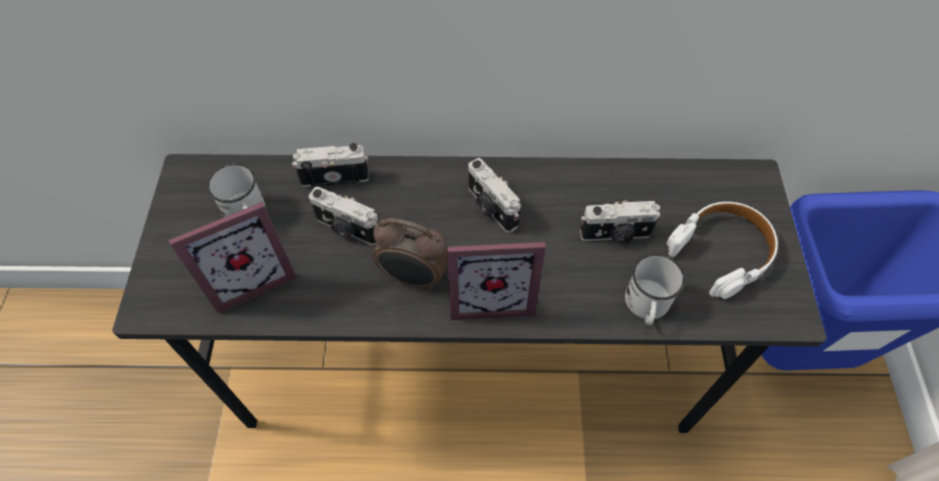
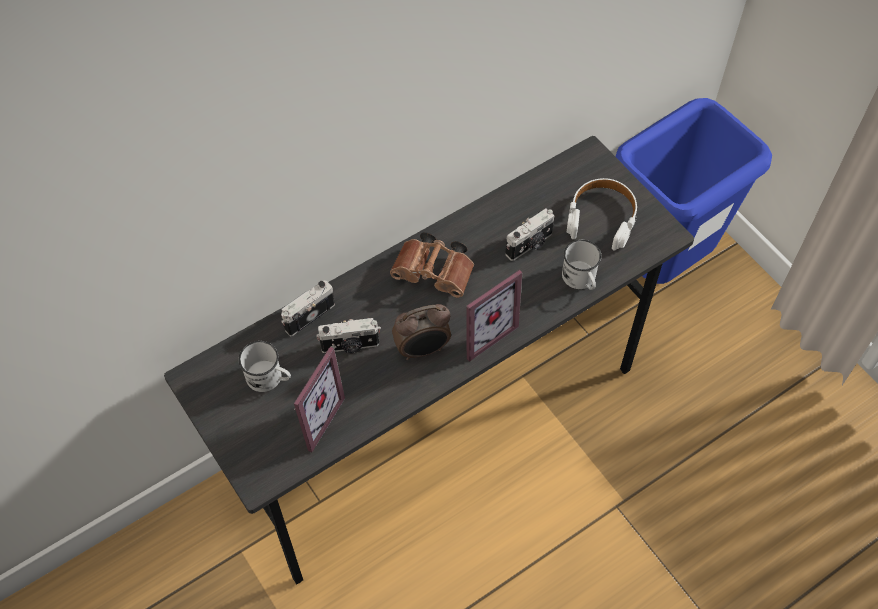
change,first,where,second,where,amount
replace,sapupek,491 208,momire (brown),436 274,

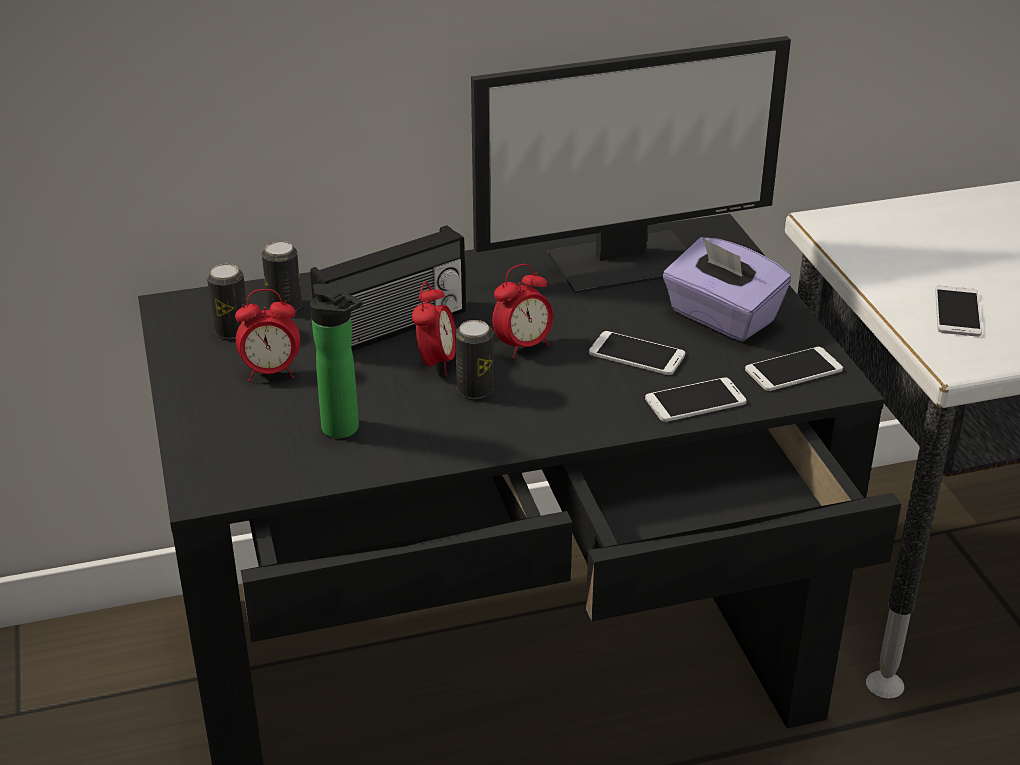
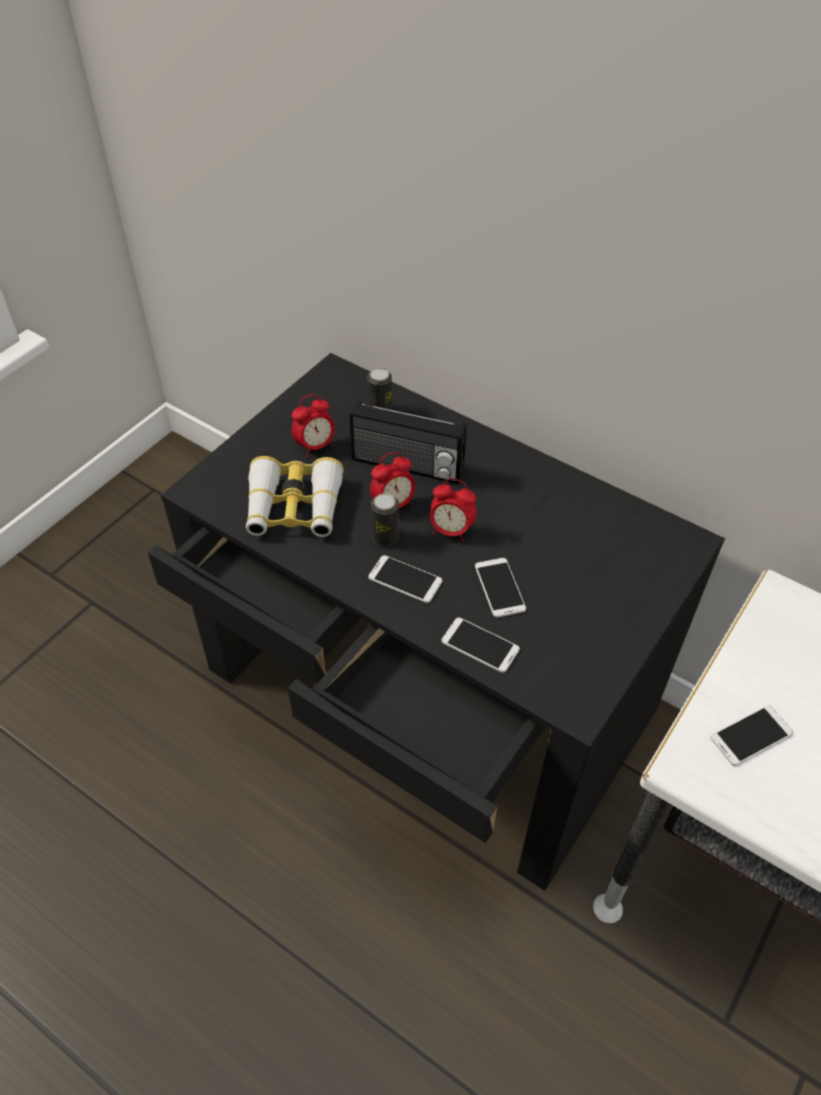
change,first,where,second,where,amount
replace,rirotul,344 430,momire,294 508,
rotate,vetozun,271 372,,315 446,75 degrees counterclockwise
move,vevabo,793 370,,405 579,
delete,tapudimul,232 330,,,
delete,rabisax,625 260,,,
delete,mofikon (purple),721 317,,,

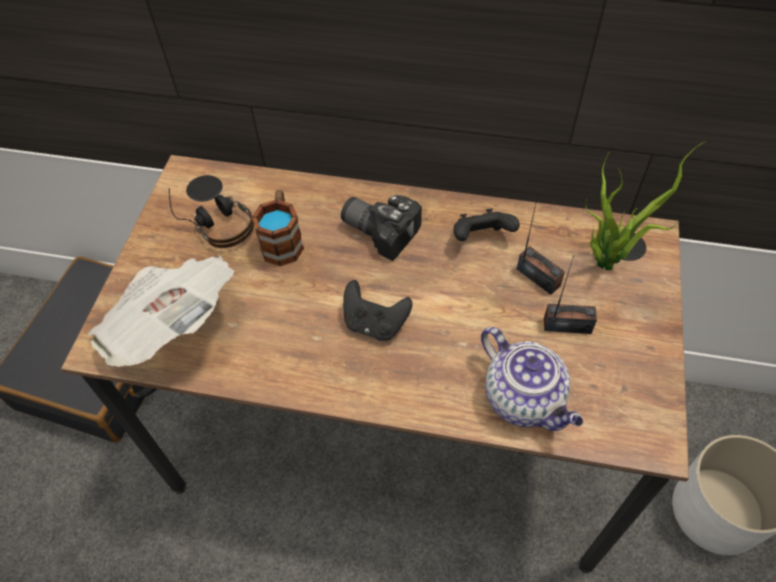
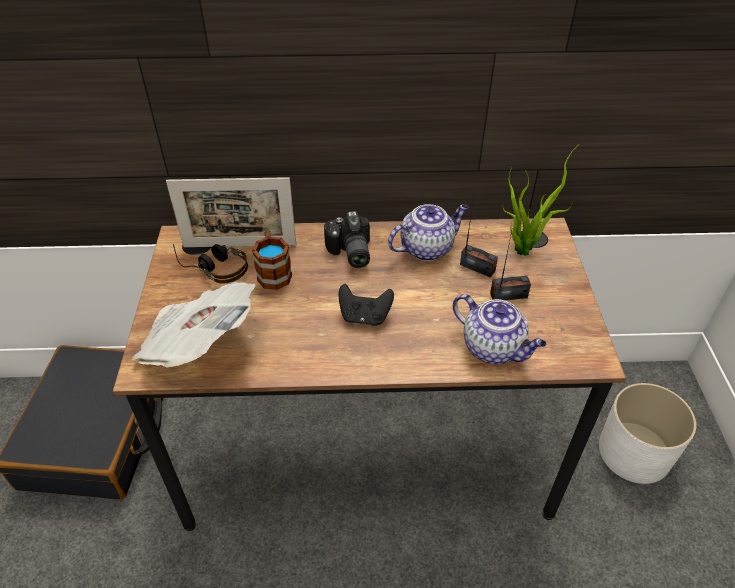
change,first,where,second,where,amount
insert,,,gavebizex,240 245,
rotate,sapupek,381 229,,349 253,120 degrees counterclockwise
replace,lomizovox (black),481 238,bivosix,427 248,

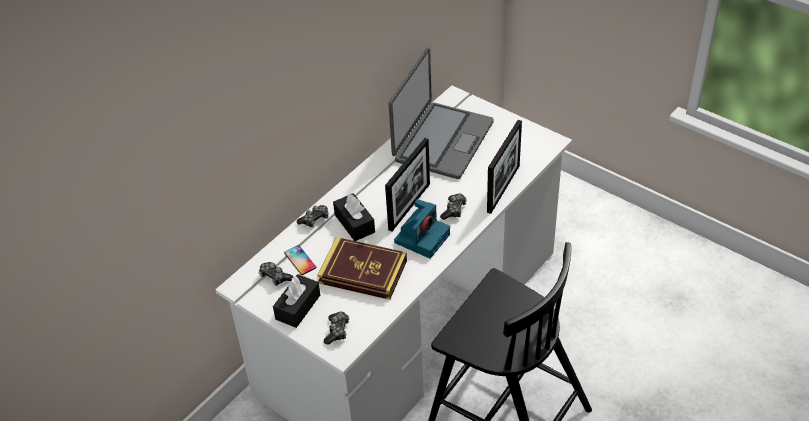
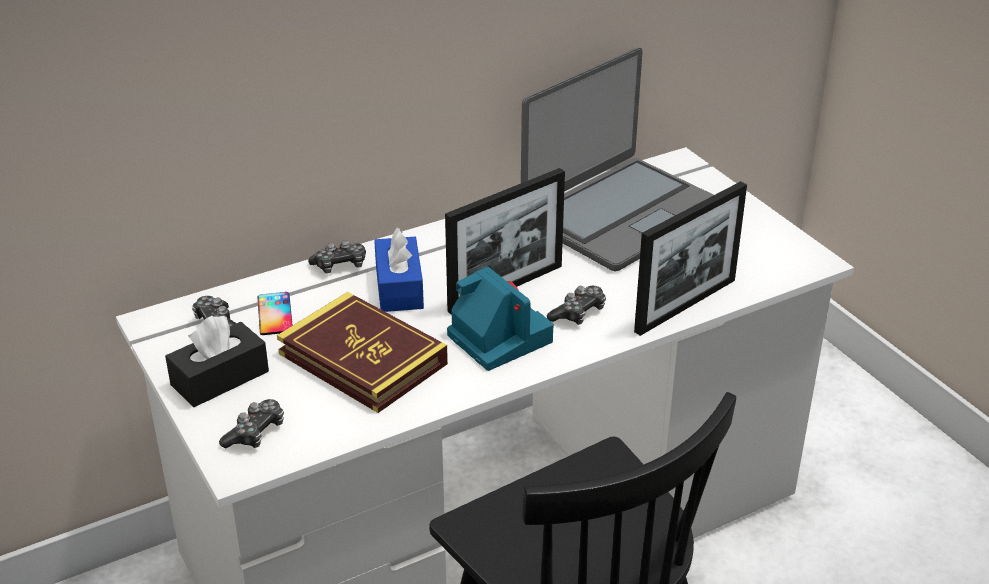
change,first,where,second,where,amount
recolor,mofikon (black),354 223,mofikon (blue),399 287,
rotate,sapupek,422 237,,497 337,90 degrees counterclockwise

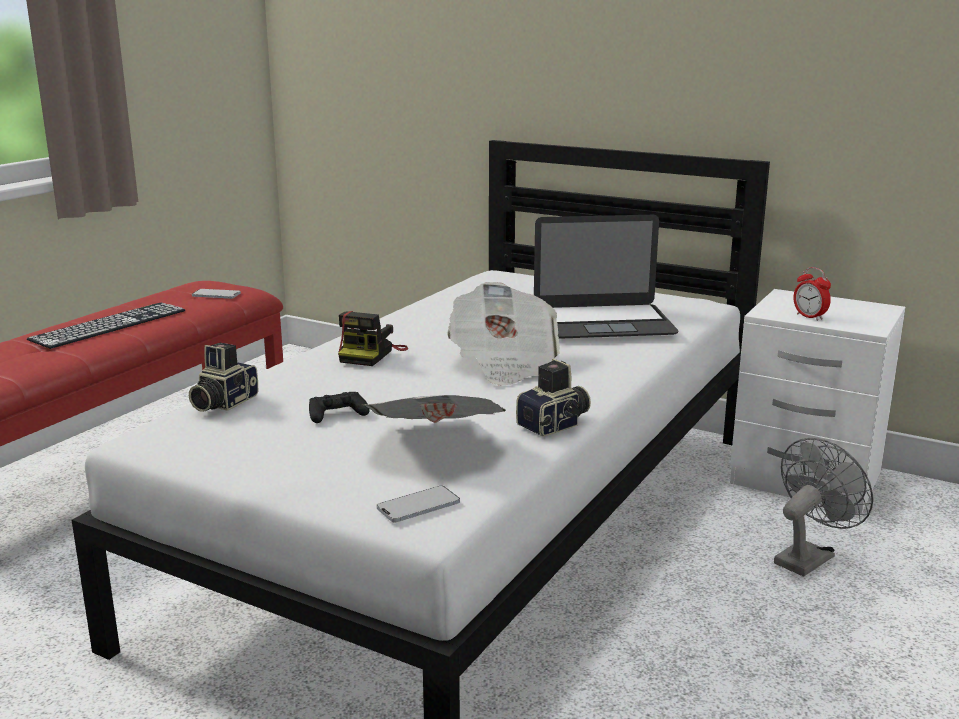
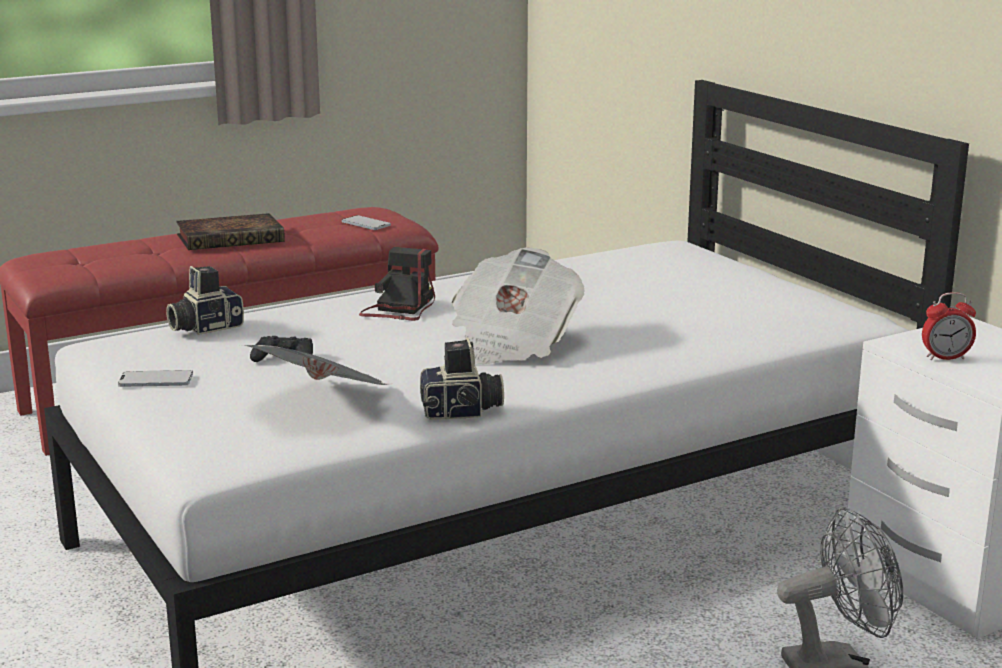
change,first,where,second,where,amount
move,vevabo,418 506,,156 380,
replace,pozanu,109 325,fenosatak,233 238,
rotate,sapupek,371 354,,400 308,150 degrees clockwise
rotate,vetozun,809 317,,945 358,90 degrees counterclockwise
delete,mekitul,603 322,,,

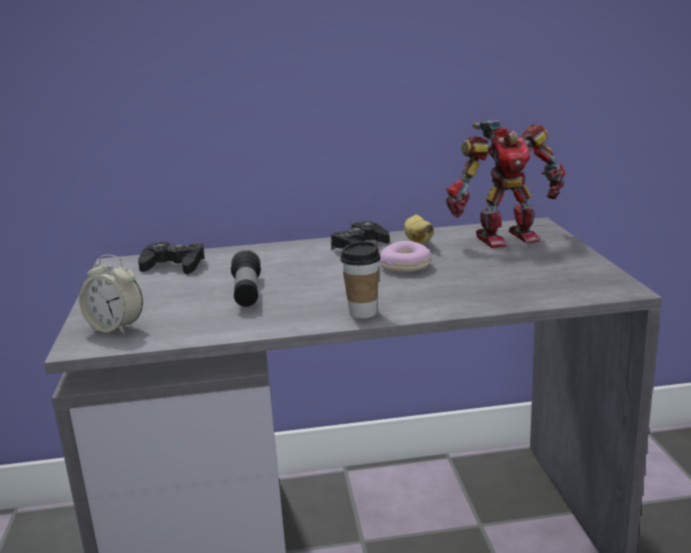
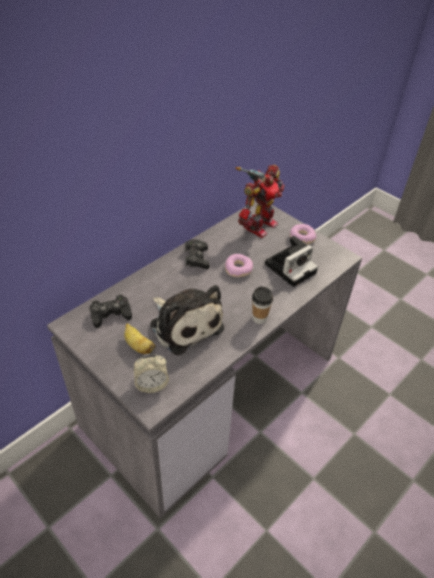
change,first,where,second,where,amount
move,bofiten,418 241,,138 346,
replace,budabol,247 292,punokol,184 324,
insert,,,sapupek,291 267,
insert,,,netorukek,301 238,

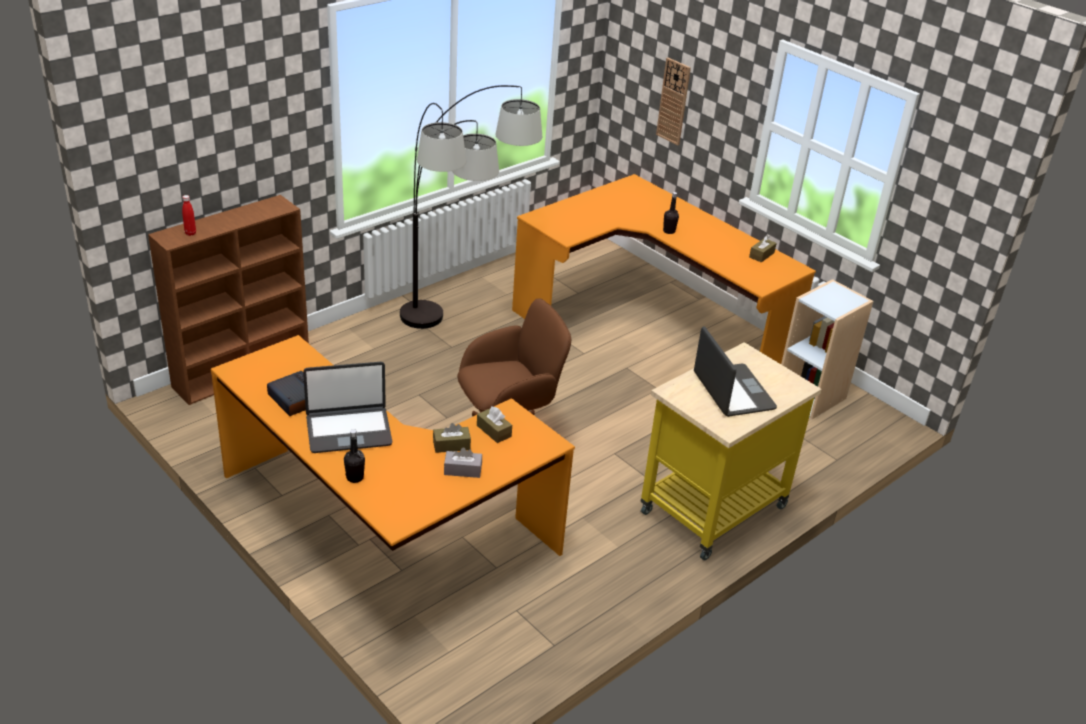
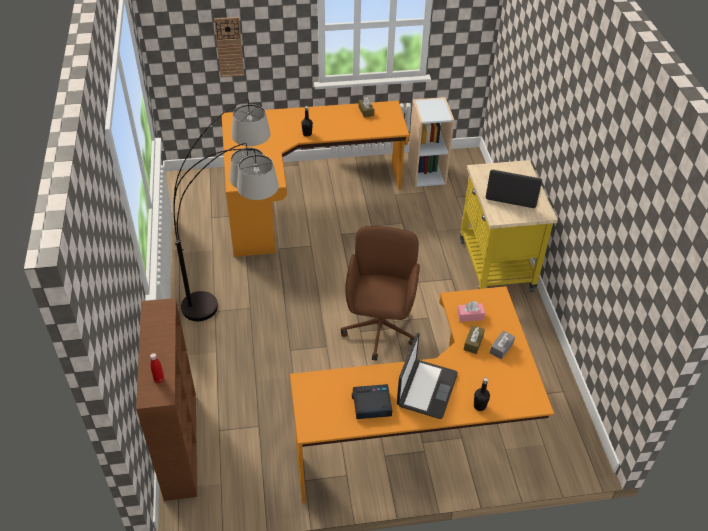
change,first,where,second,where,amount
recolor,mofikon (brown),494 431,mofikon (pink),470 316,

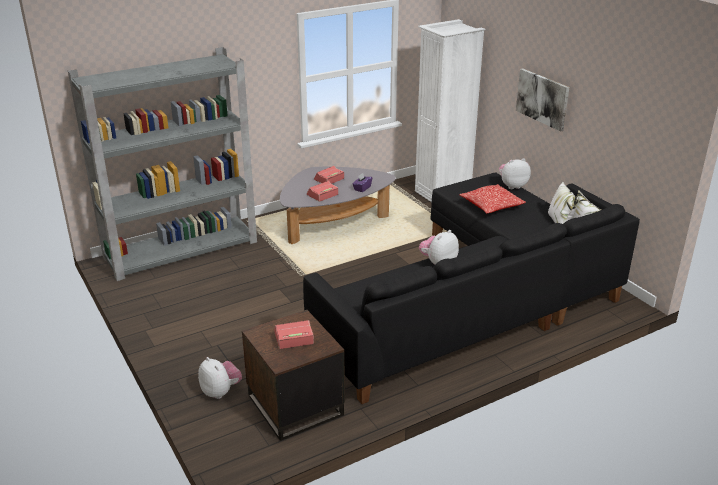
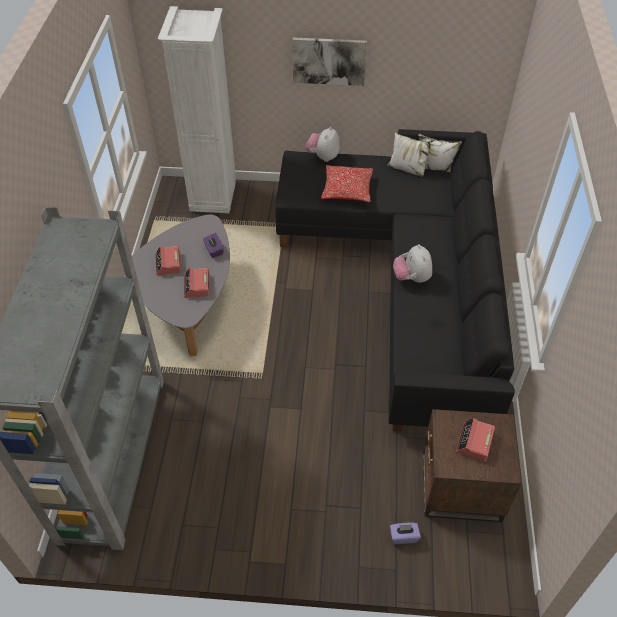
change,first,where,second,where,amount
replace,punokol,221 391,mofikon (purple),403 536,

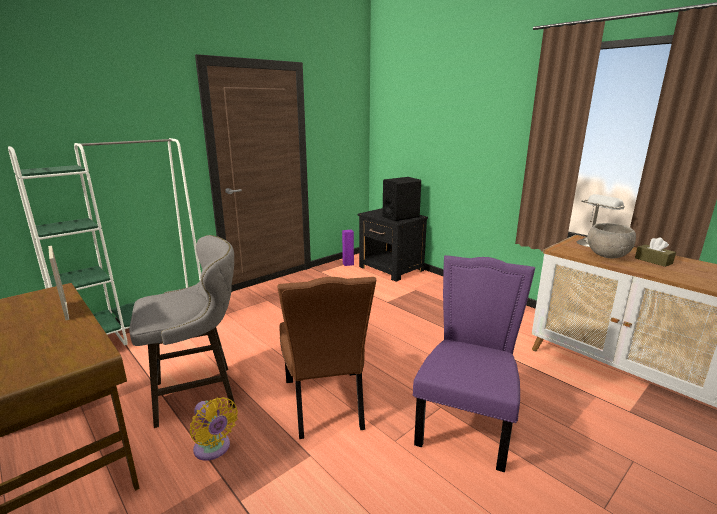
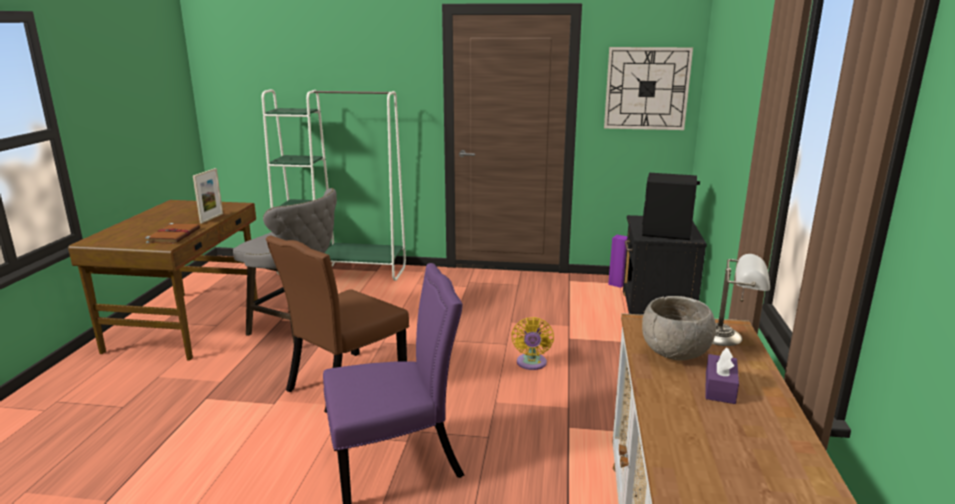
change,first,where,second,where,amount
insert,,,fenosatak (brown),174 235,
move,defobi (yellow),213 449,,531 364,
insert,,,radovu,646 88,
recolor,mofikon (brown),653 261,mofikon (purple),720 388,

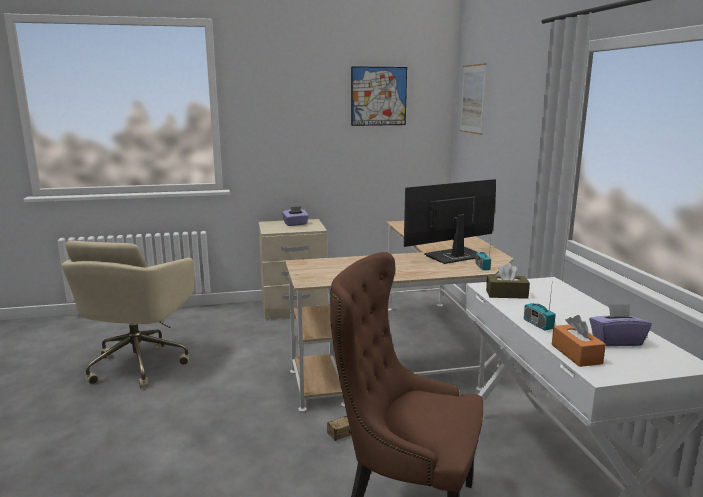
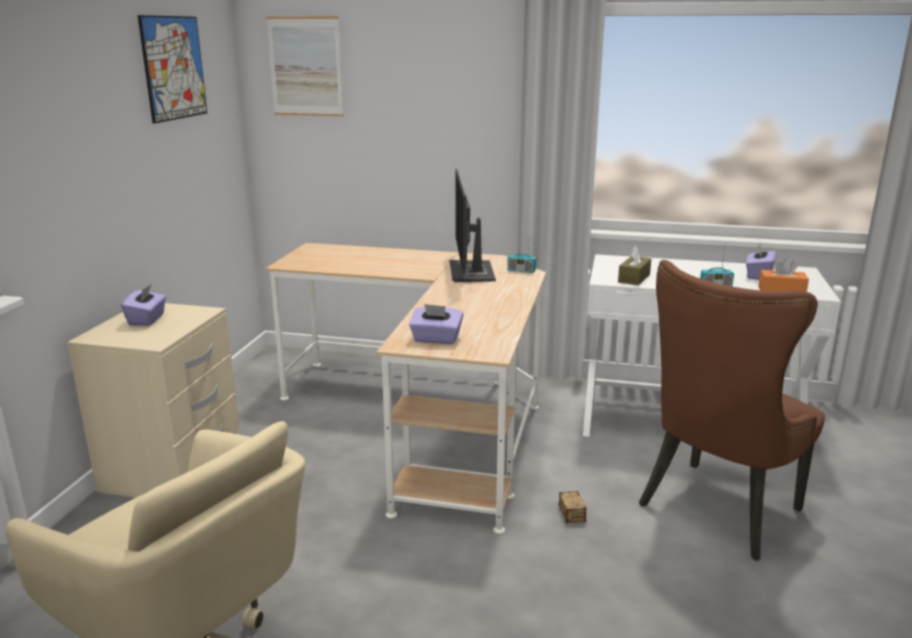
change,first,where,second,where,amount
insert,,,mofikon (purple),436 339,

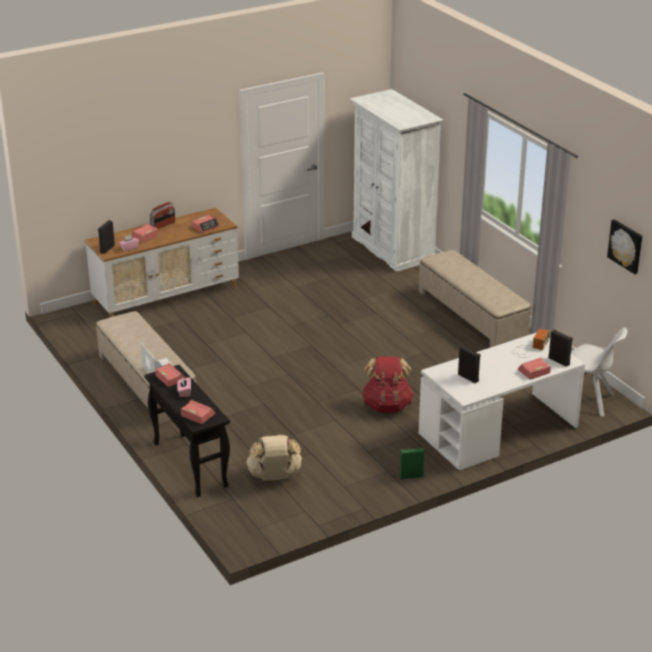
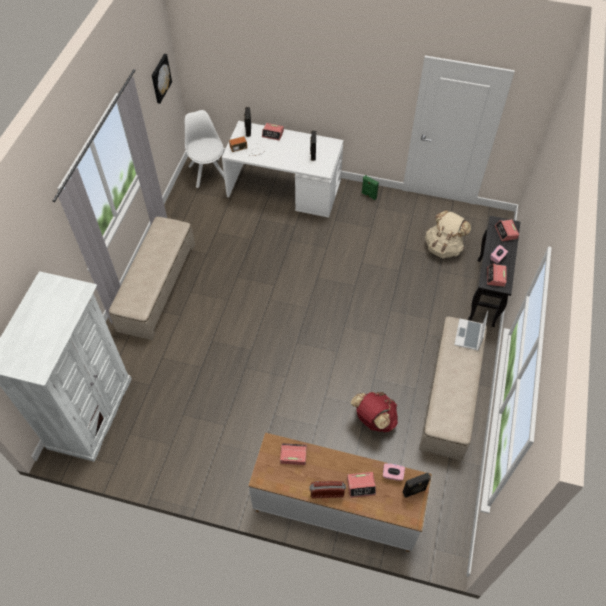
change,first,where,second,where,amount
move,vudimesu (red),387 405,,374 419,

